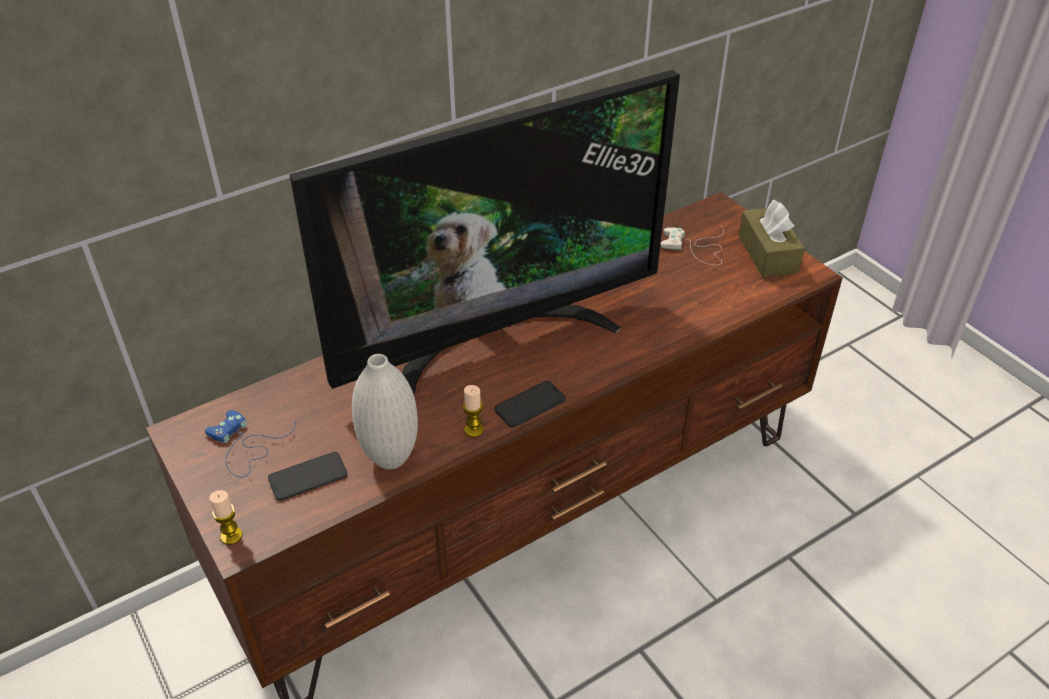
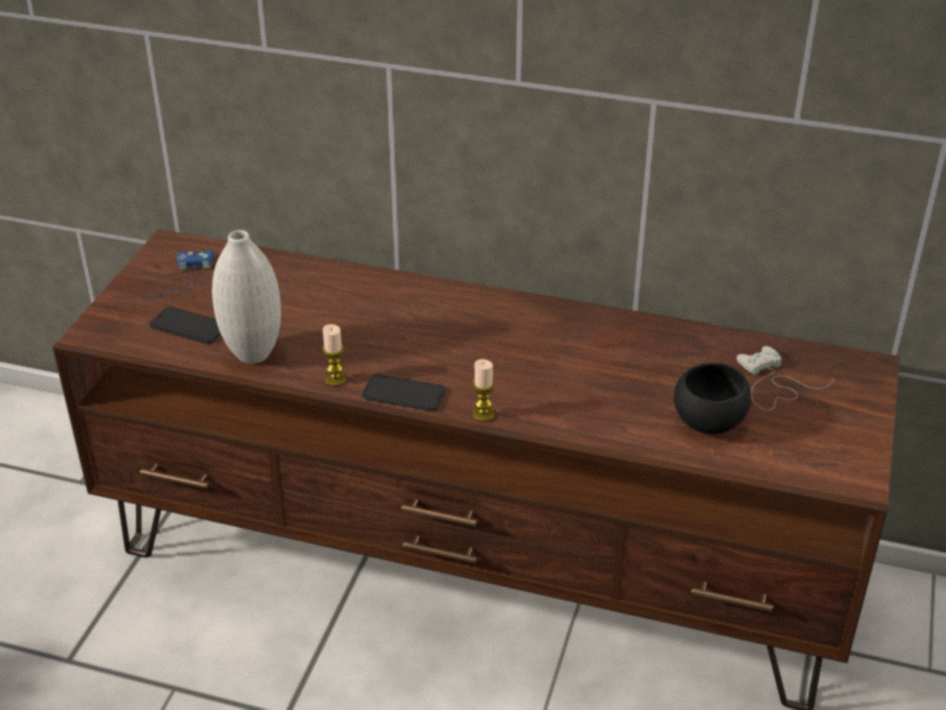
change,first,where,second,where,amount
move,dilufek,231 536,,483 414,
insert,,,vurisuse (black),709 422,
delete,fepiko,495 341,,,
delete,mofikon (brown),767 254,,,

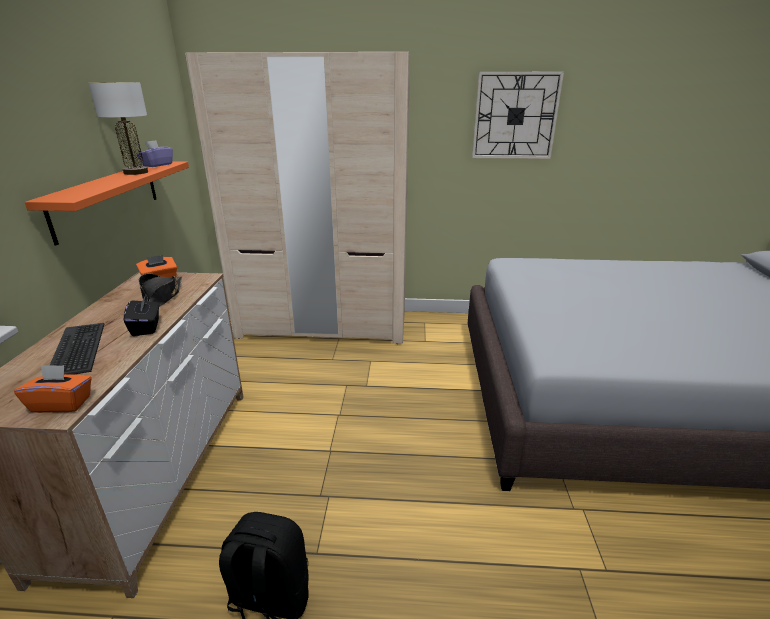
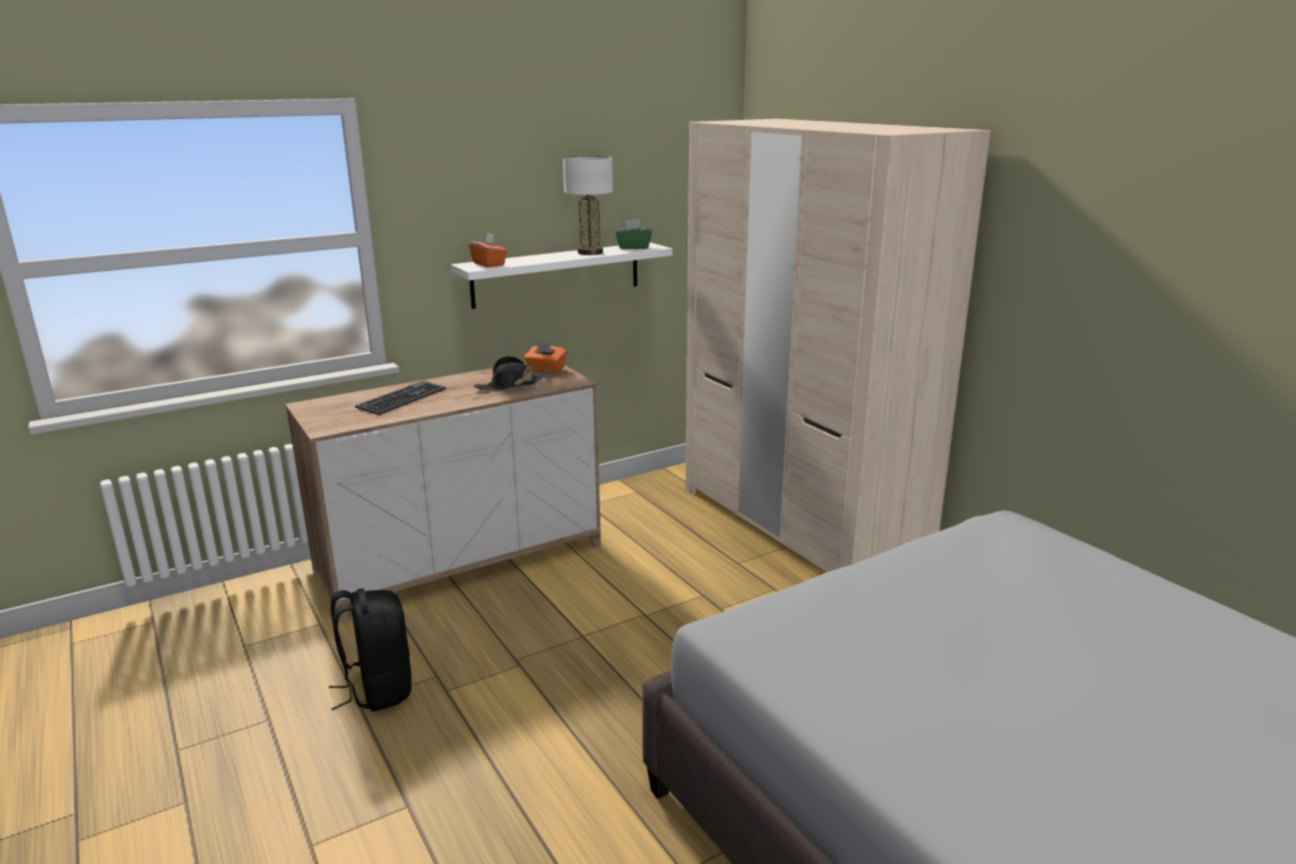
change,first,where,second,where,amount
recolor,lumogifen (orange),107 198,lumogifen (white),557 274,
move,mofikon (orange),62 404,,489 264,
recolor,mofikon (purple),157 165,mofikon (green),633 247,
delete,mofikon (black),146 327,,,
delete,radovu,515 116,,,

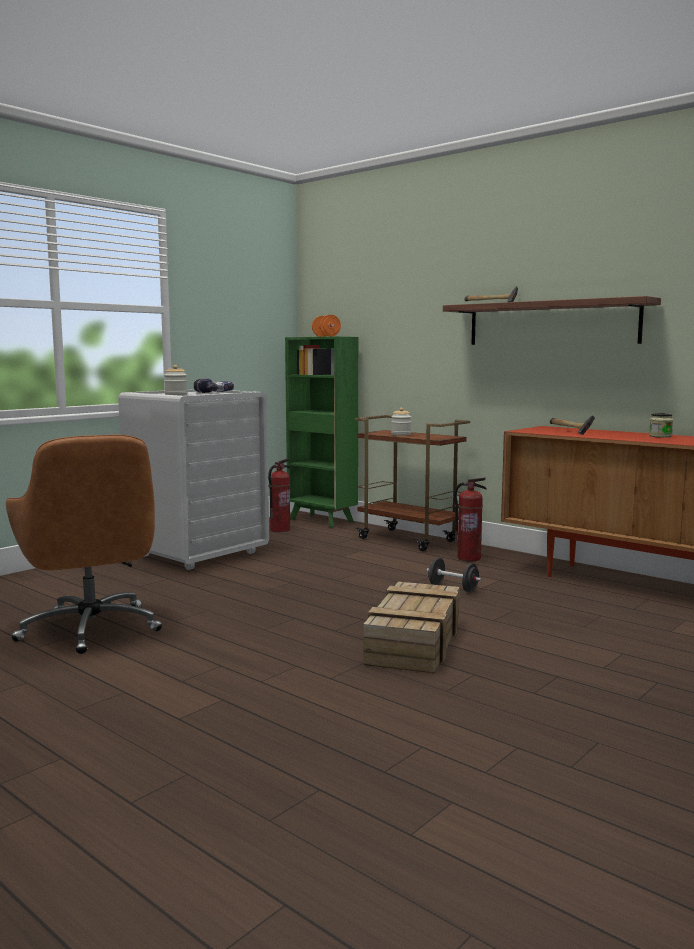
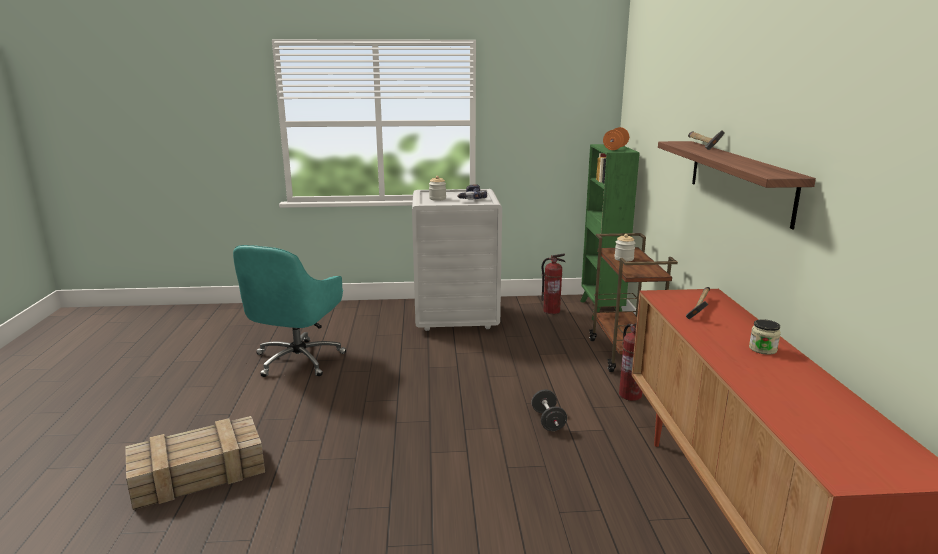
change,first,where,second,where,amount
move,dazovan,414 641,,200 473,
recolor,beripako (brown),90 629,beripako (turquoise),297 360,

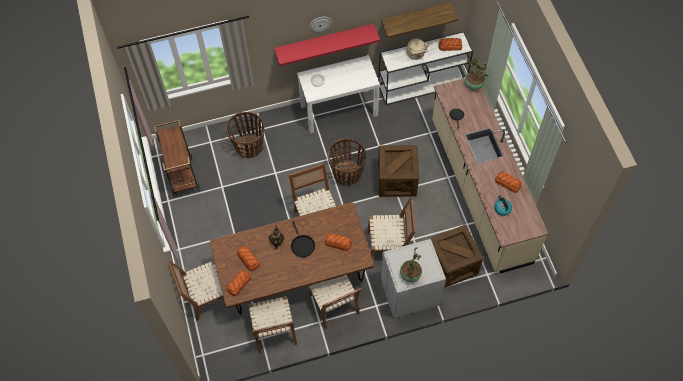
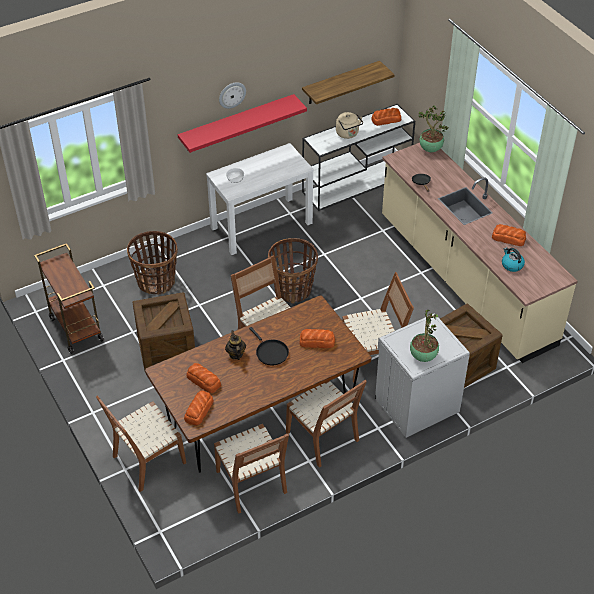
change,first,where,second,where,amount
move,dazovan,397 180,,166 349,

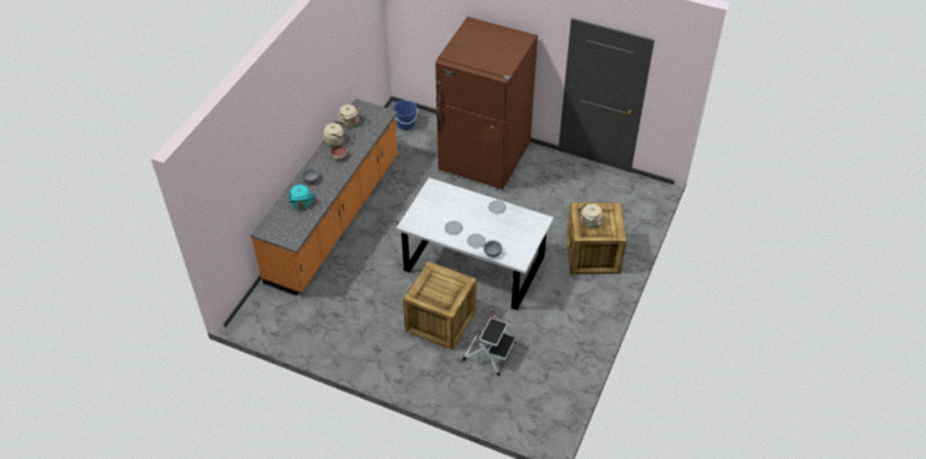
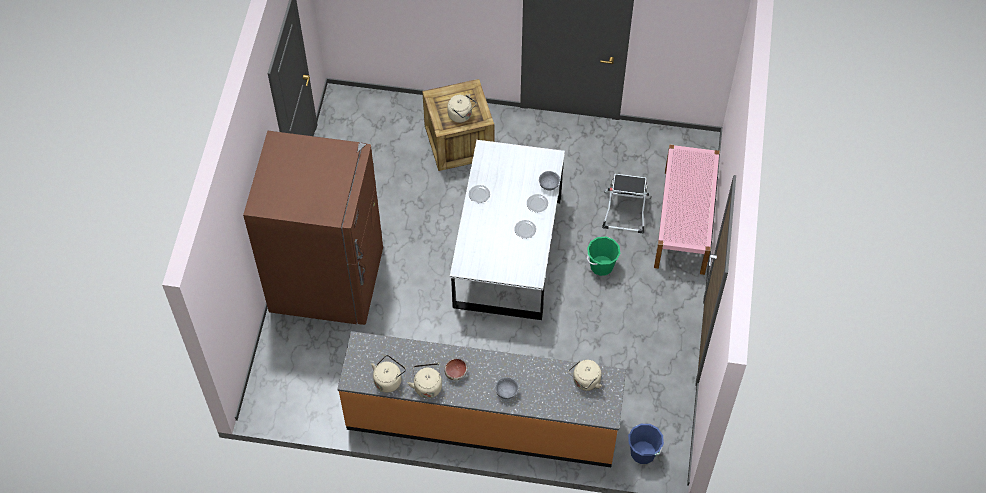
change,first,where,second,where,amount
insert,,,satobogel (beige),585 382,
replace,dazovan,439 321,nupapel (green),601 266,
move,nupapel (blue),406 124,,643 452,
insert,,,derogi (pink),685 221,
delete,satobogel (turquoise),301 204,,,

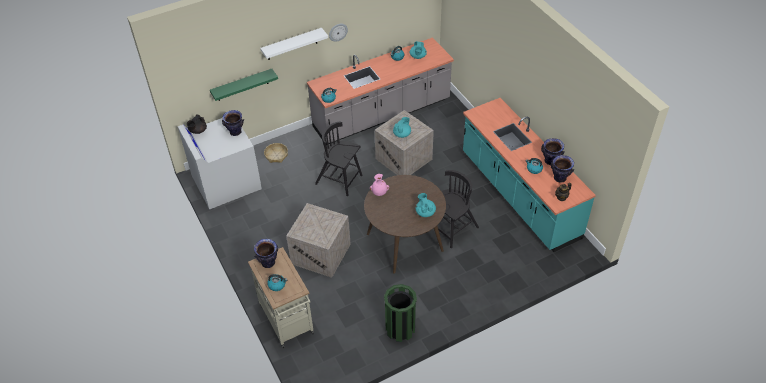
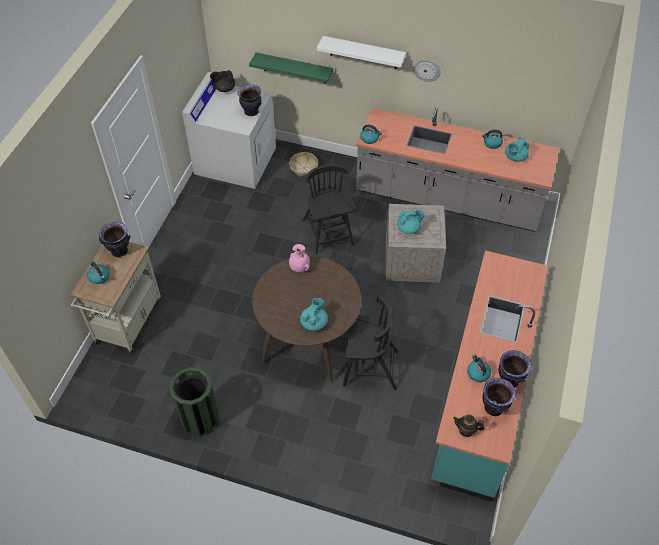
change,first,where,second,where,amount
delete,dazovan,322 253,,,

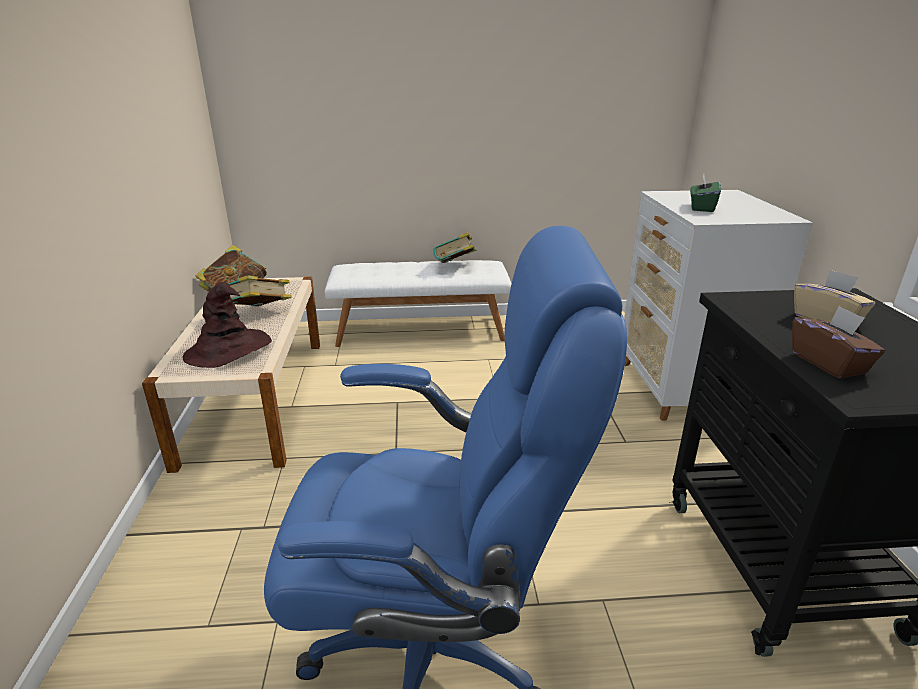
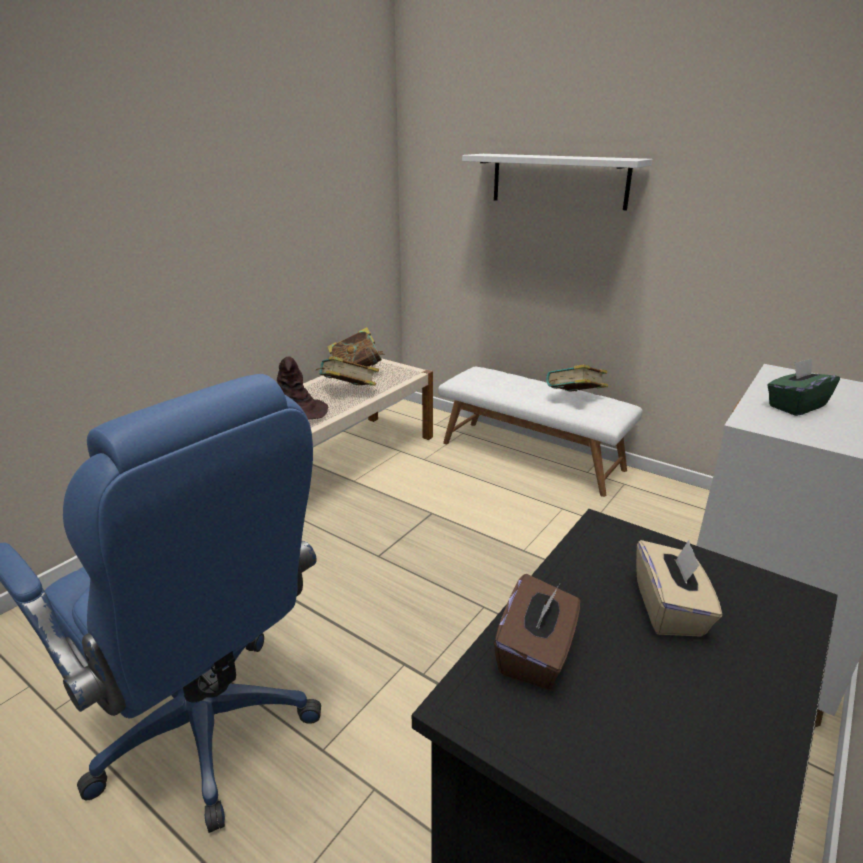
change,first,where,second,where,amount
insert,,,lumogifen (white),558 180,

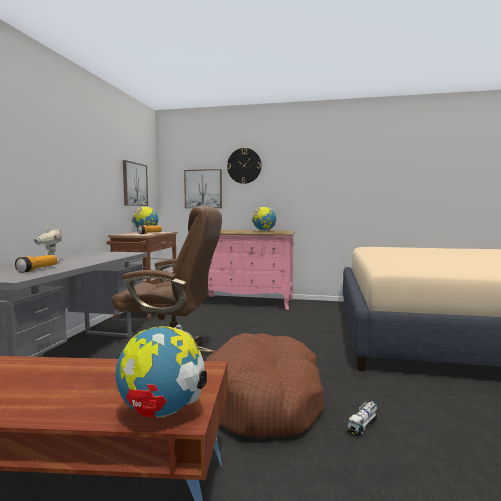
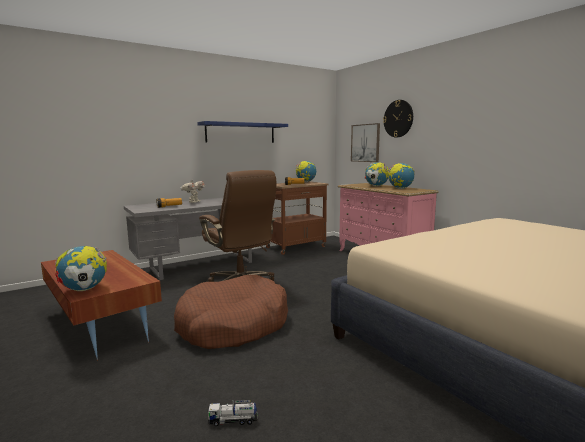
change,first,where,second,where,amount
insert,,,lumogifen (blue),240 133,
move,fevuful,363 426,,233 420,
insert,,,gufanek,376 186,
delete,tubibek,134 184,,,

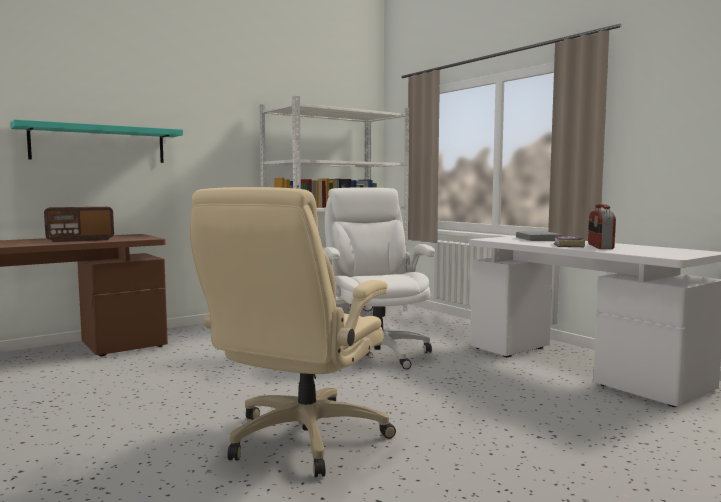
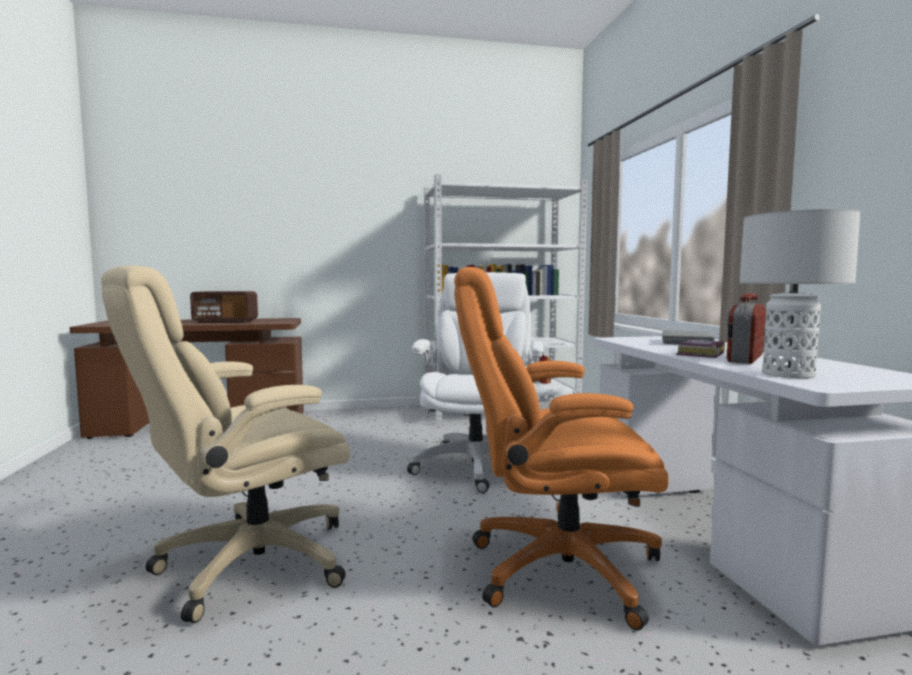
change,first,where,second,where,amount
insert,,,beripako (orange),549 568,
insert,,,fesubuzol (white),787 374,
delete,lumogifen (turquoise),99 144,,,

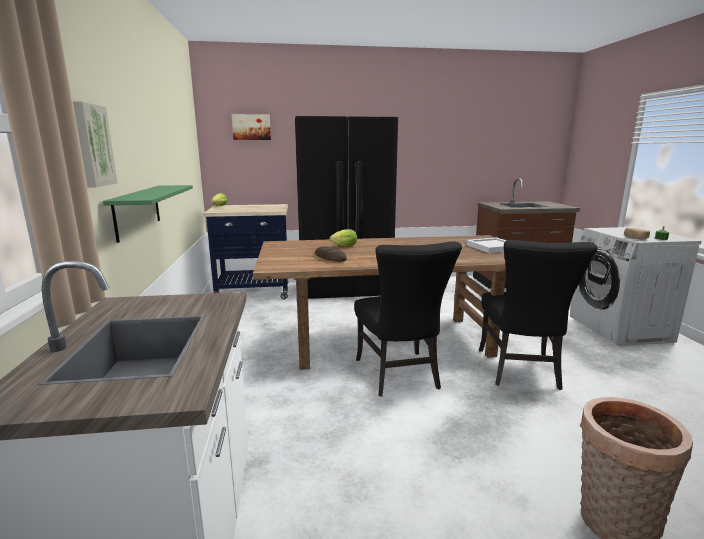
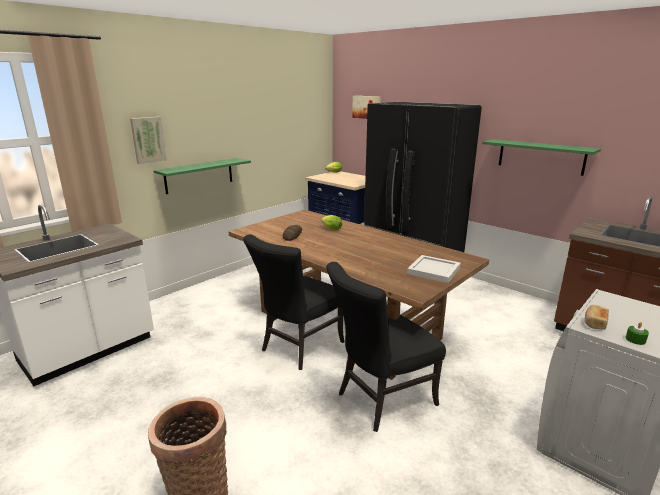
change,first,where,second,where,amount
insert,,,lumogifen (green),540 156,

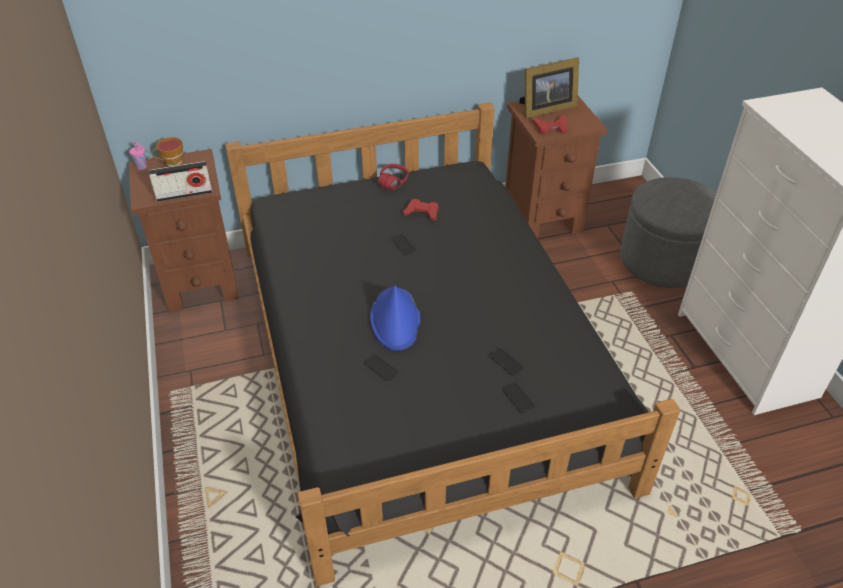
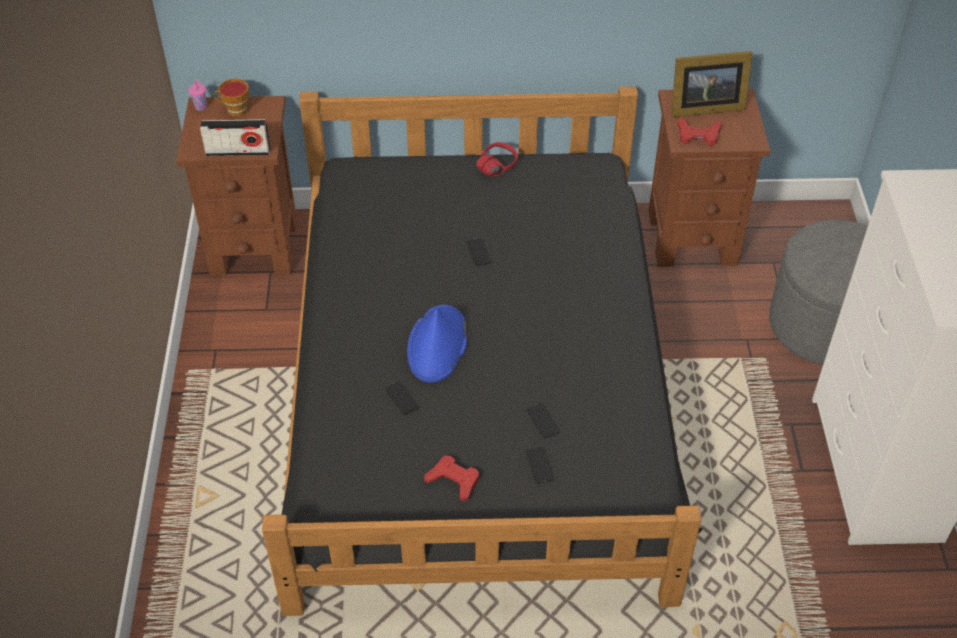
change,first,where,second,where,amount
move,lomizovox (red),422 213,,453 480,

